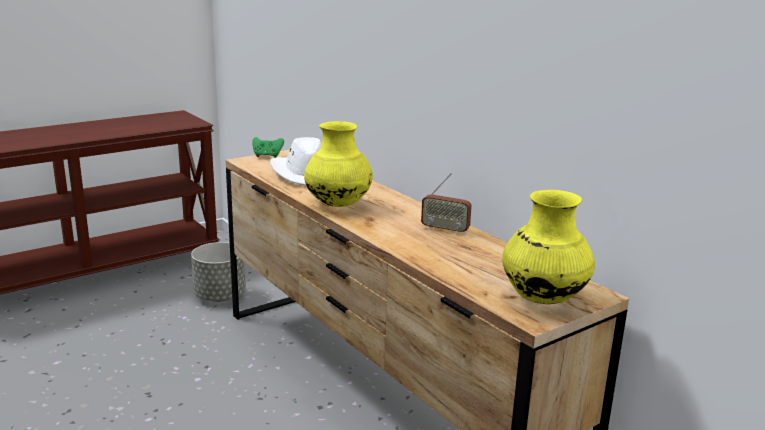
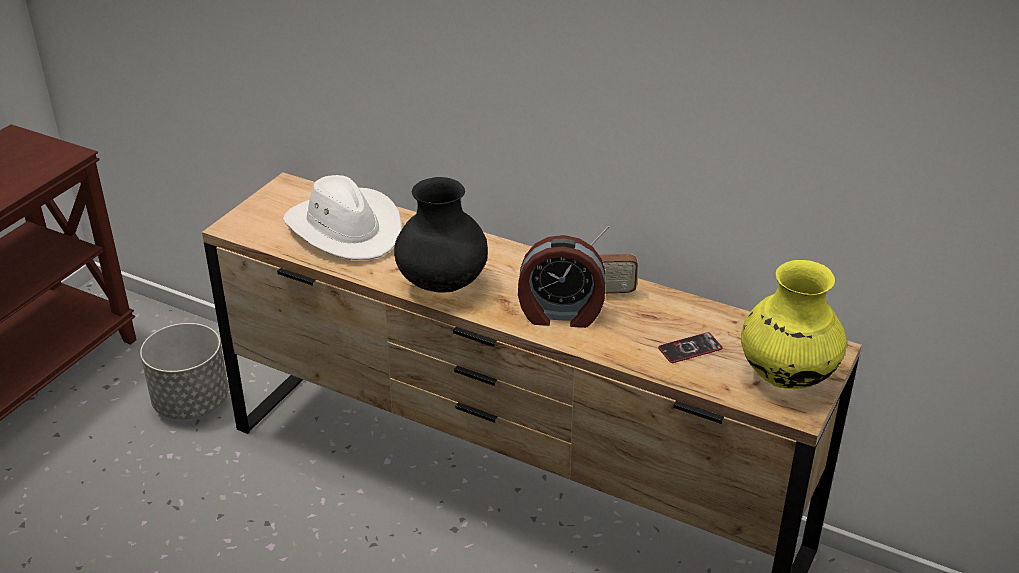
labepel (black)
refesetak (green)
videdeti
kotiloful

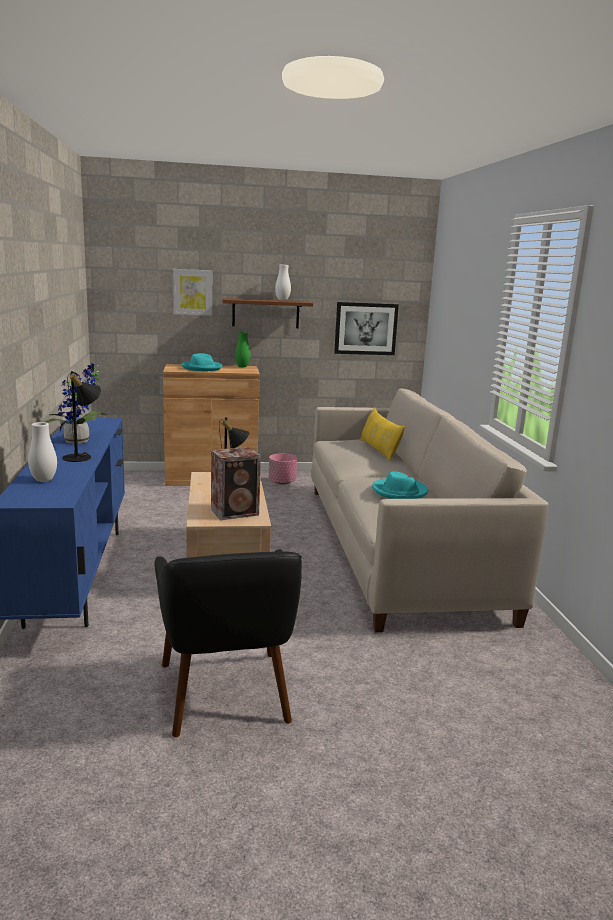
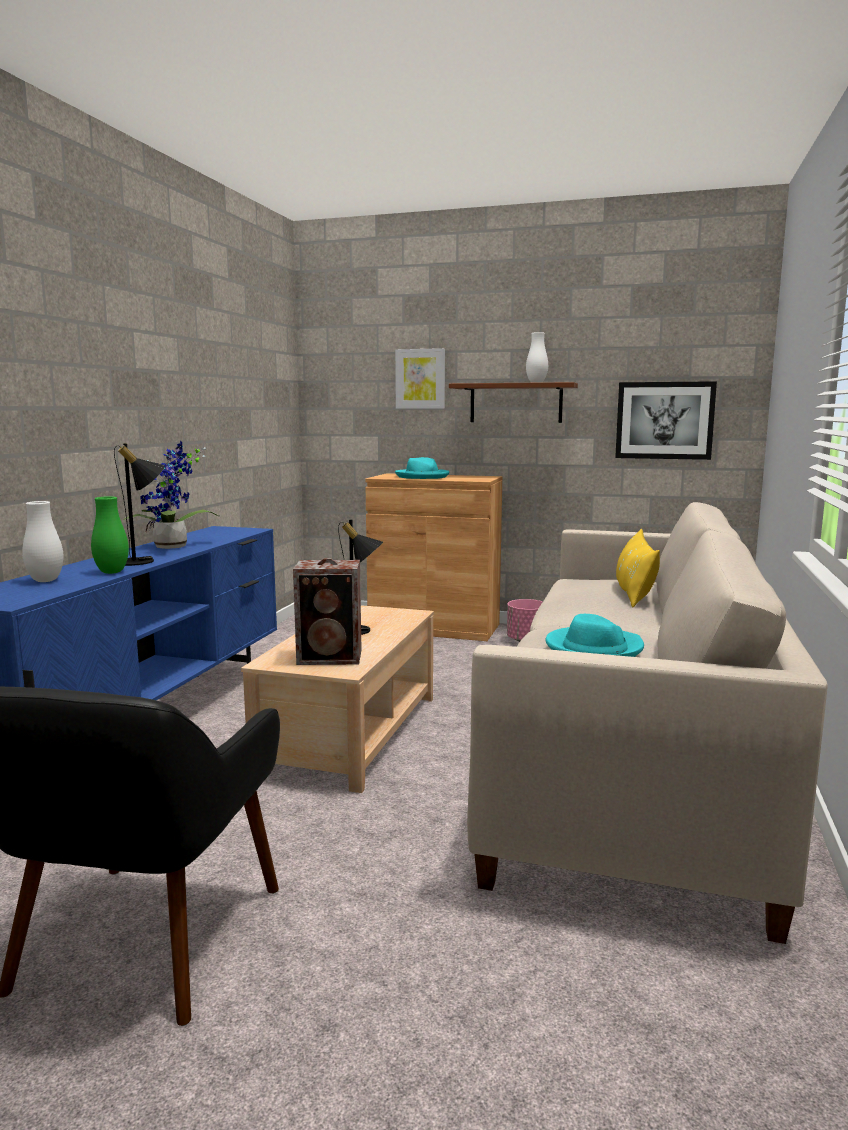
labepel (green)

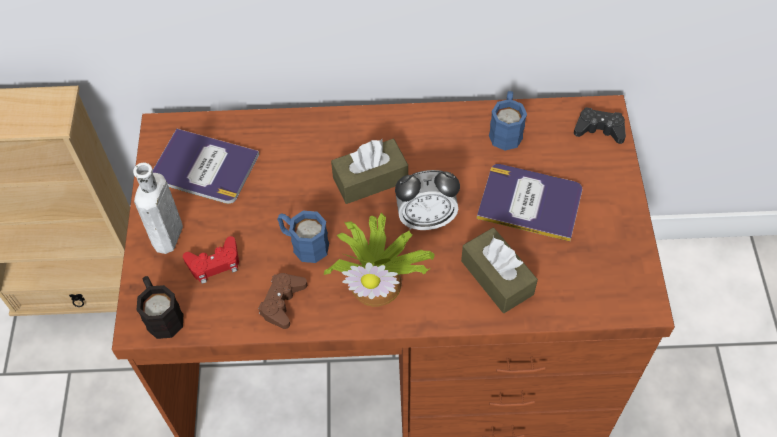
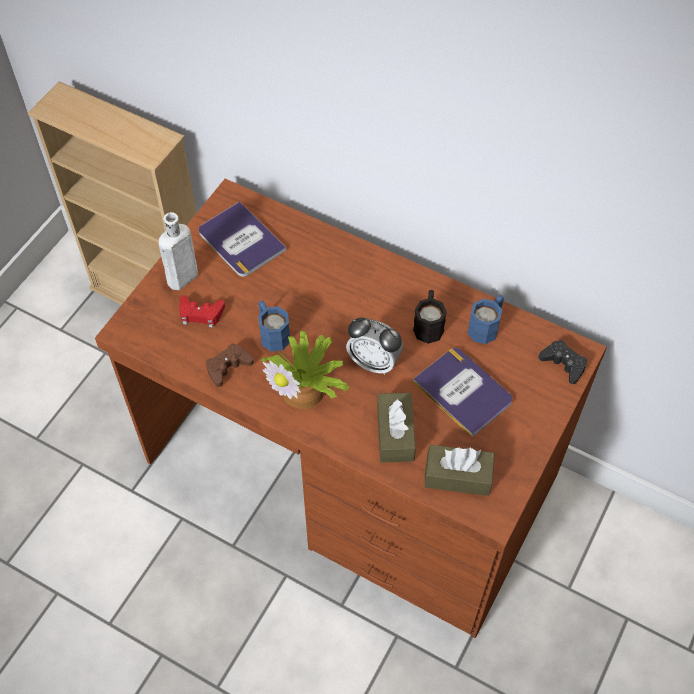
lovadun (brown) (no. 2 from left)
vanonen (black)

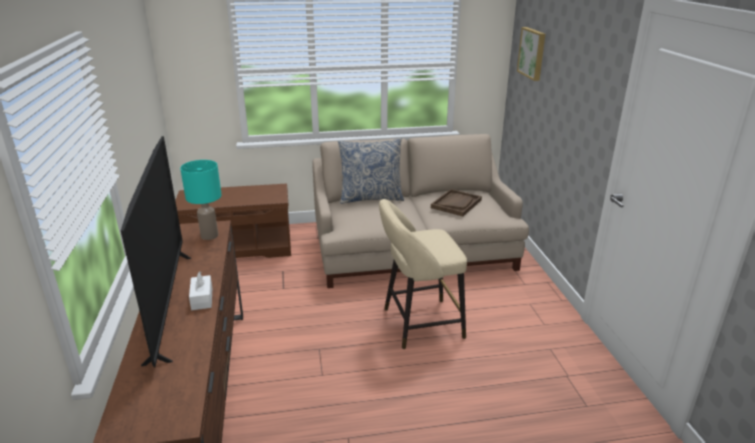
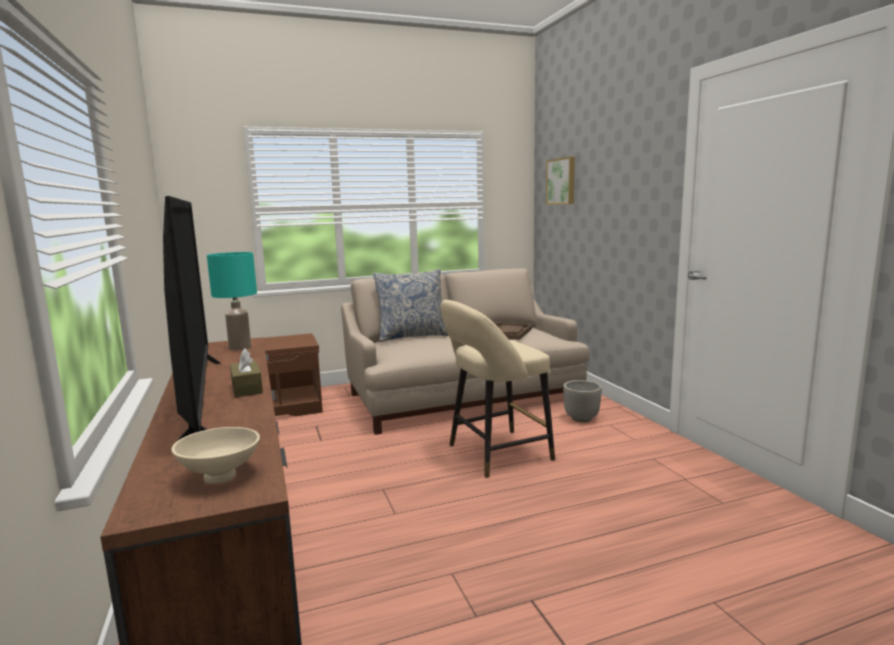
lovadun (brown)
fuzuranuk
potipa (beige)

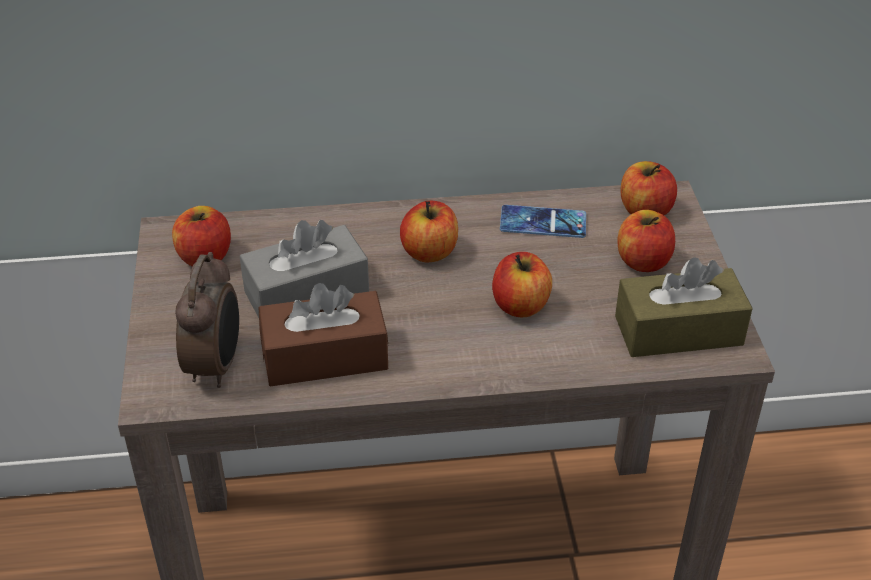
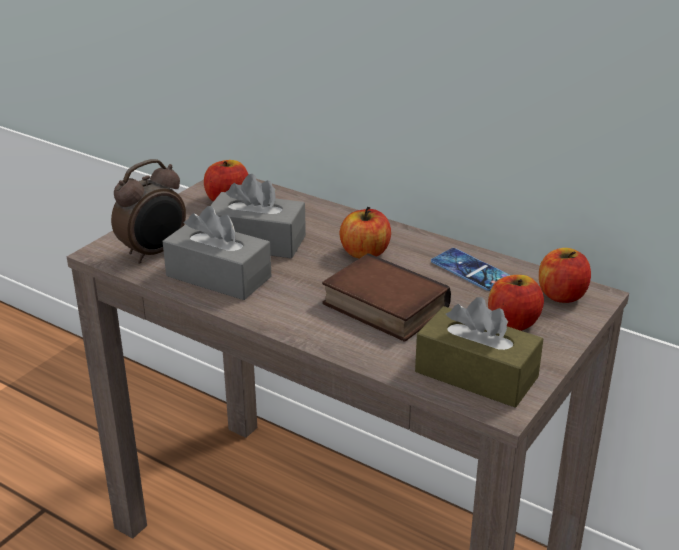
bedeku
lovadun (grey) (no. 1 from left)

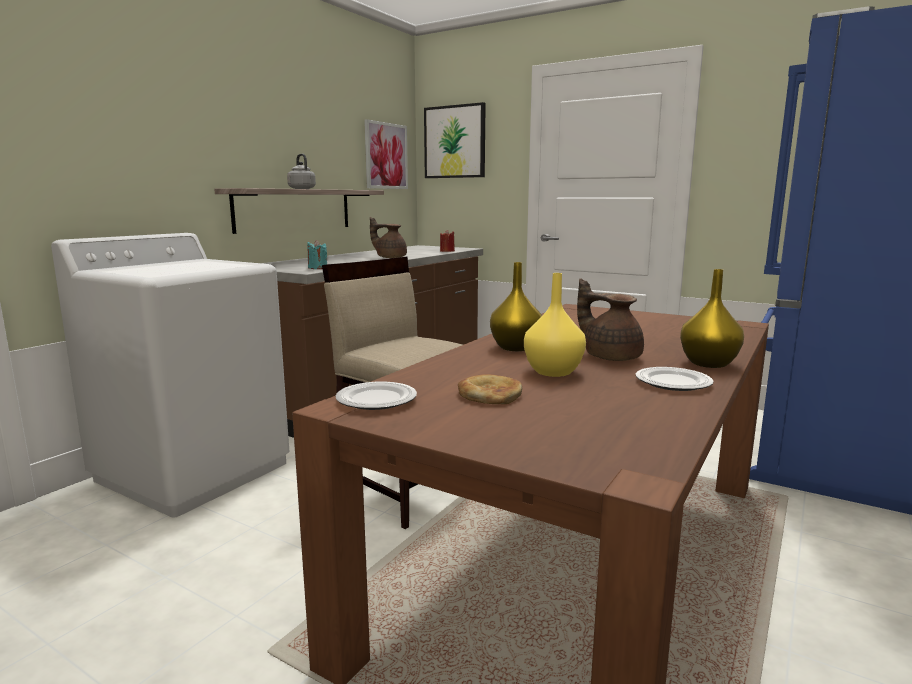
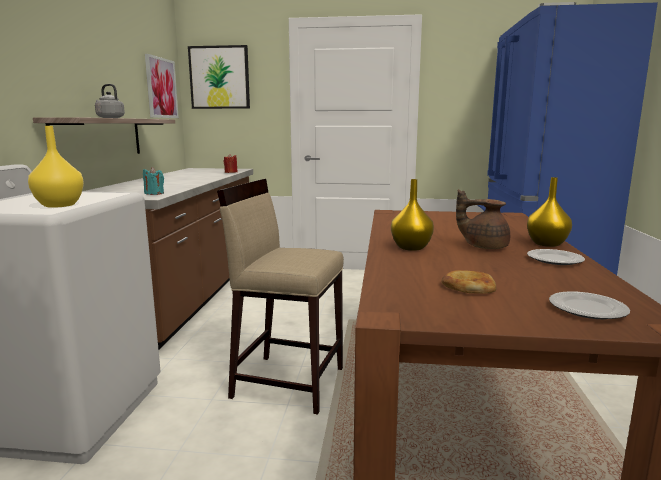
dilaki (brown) (no. 1 from left in the first image)
labepel (yellow) (no. 1 from left)
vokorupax (no. 2 from left)

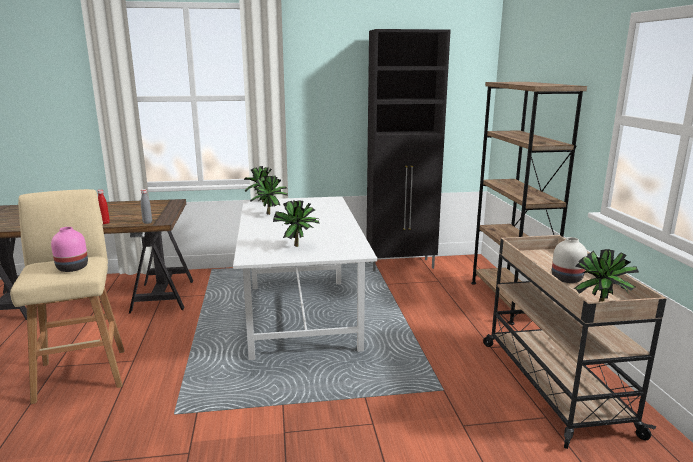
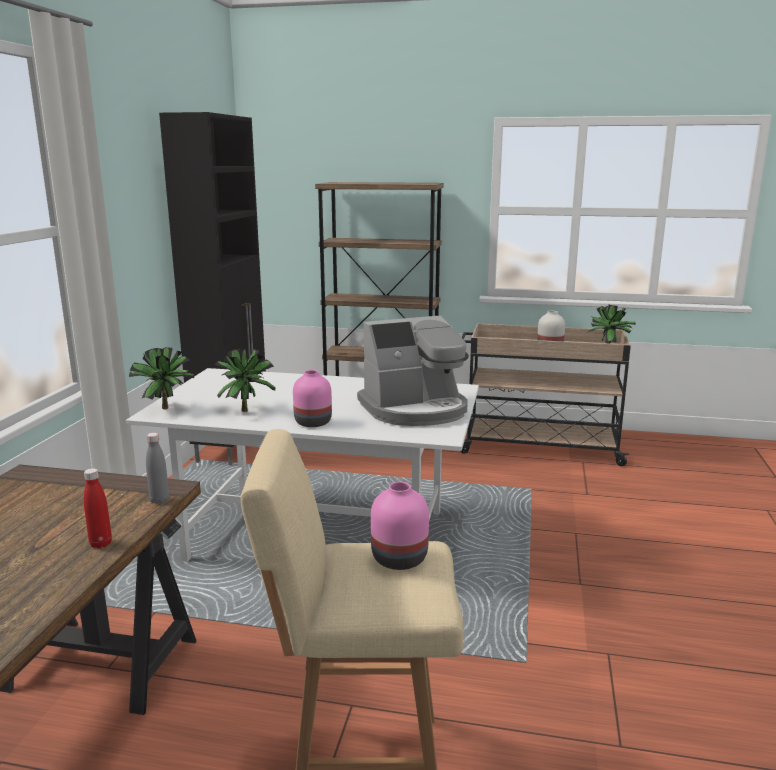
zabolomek
labepel (pink) (no. 1 from left)

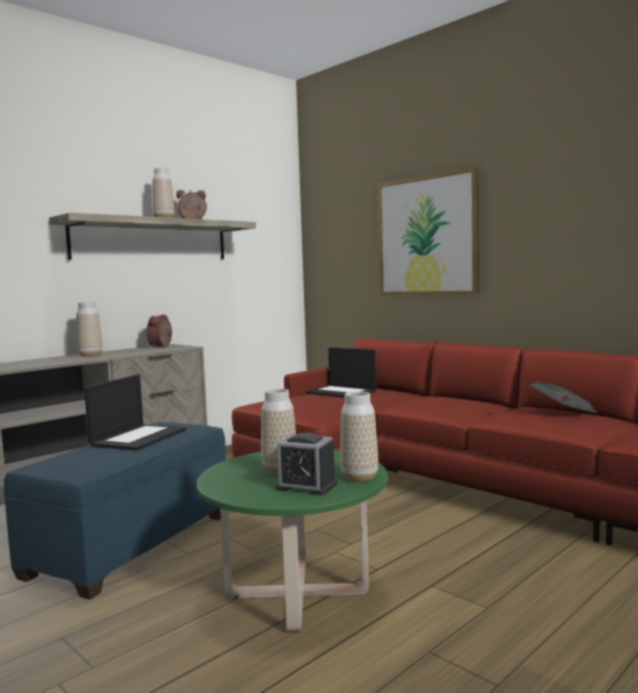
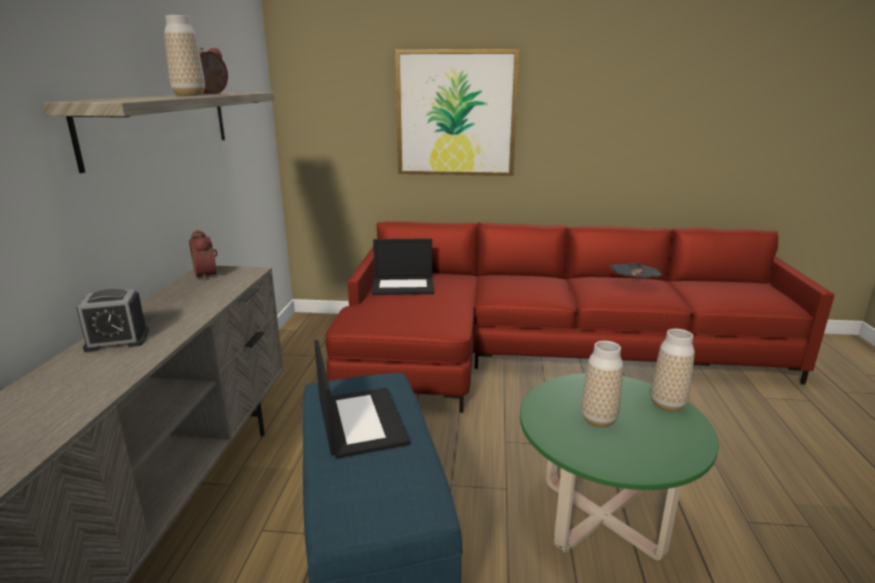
labepel (no. 1 from left in the first image)
videdeti (no. 1 from left)

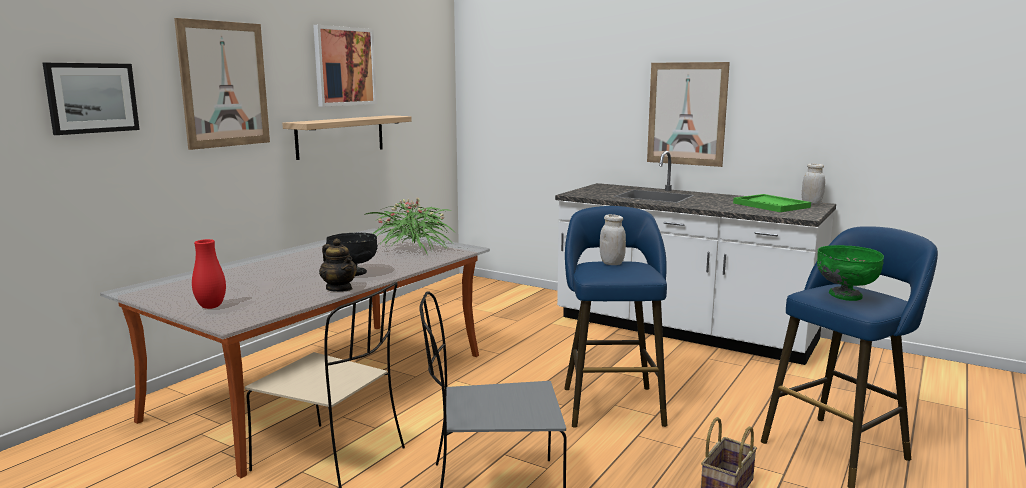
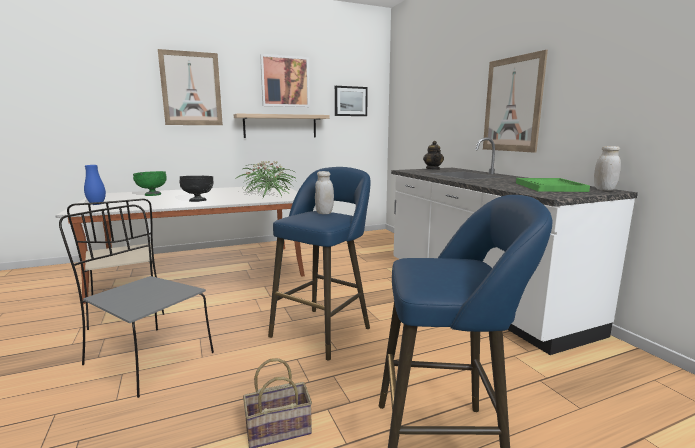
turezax (no. 3 from left)
dilaki
labepel (blue)
potipa (green)

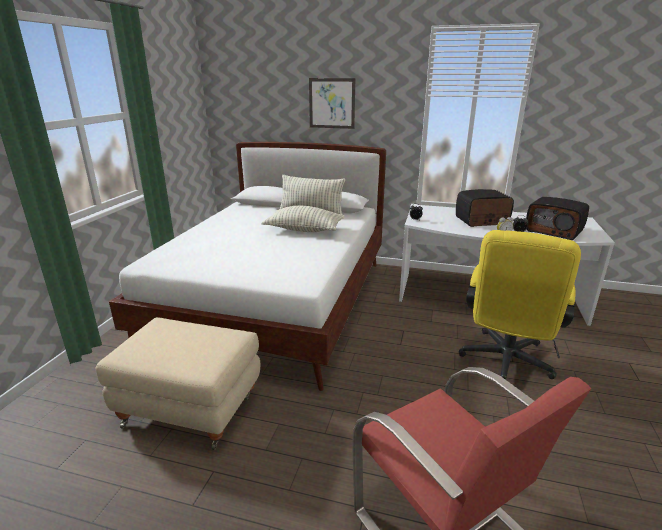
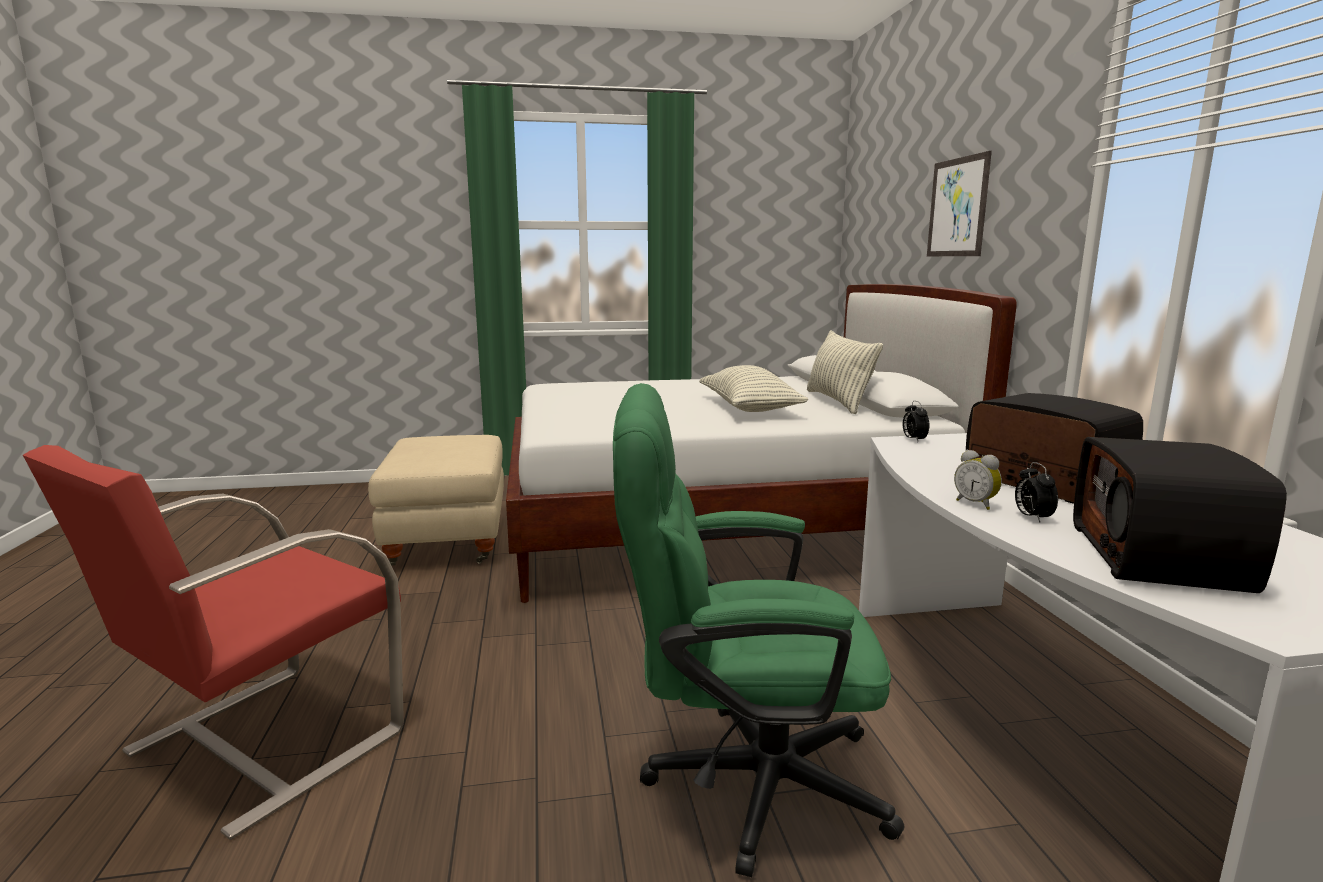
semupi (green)

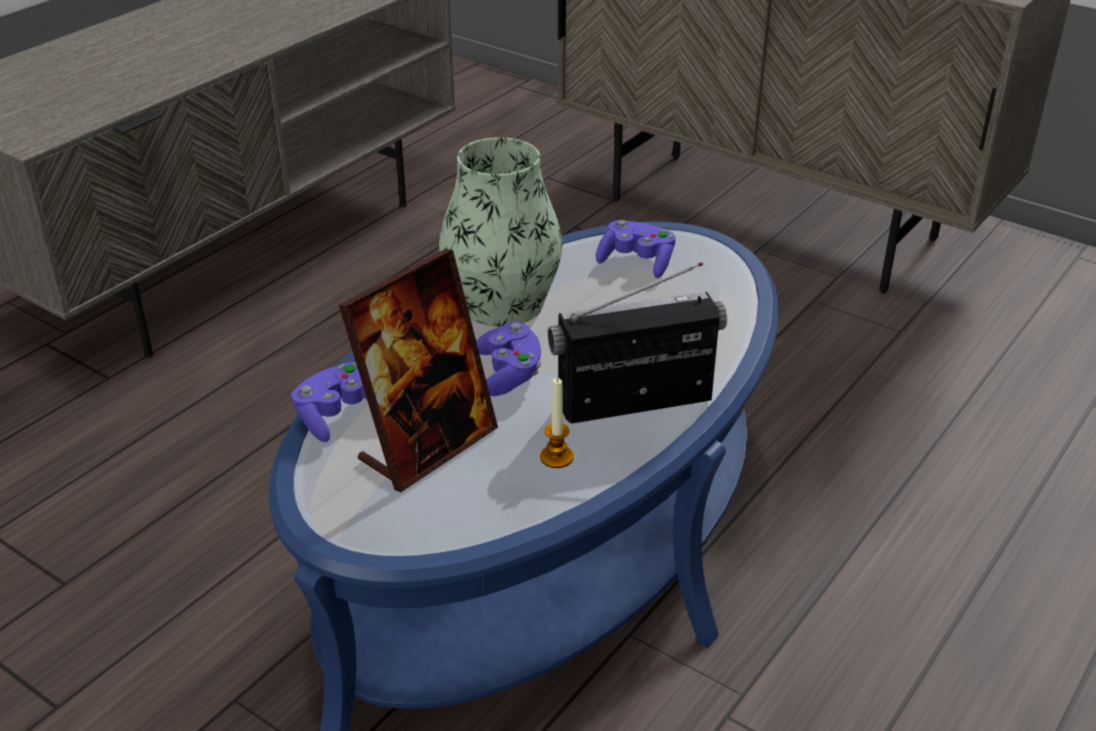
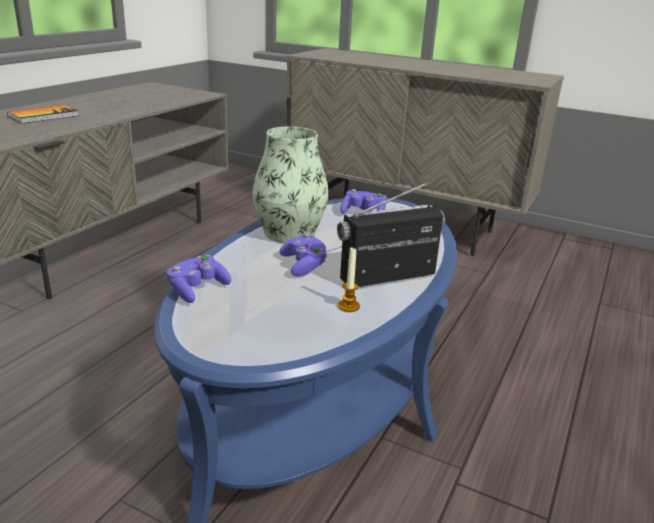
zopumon
bedeku

